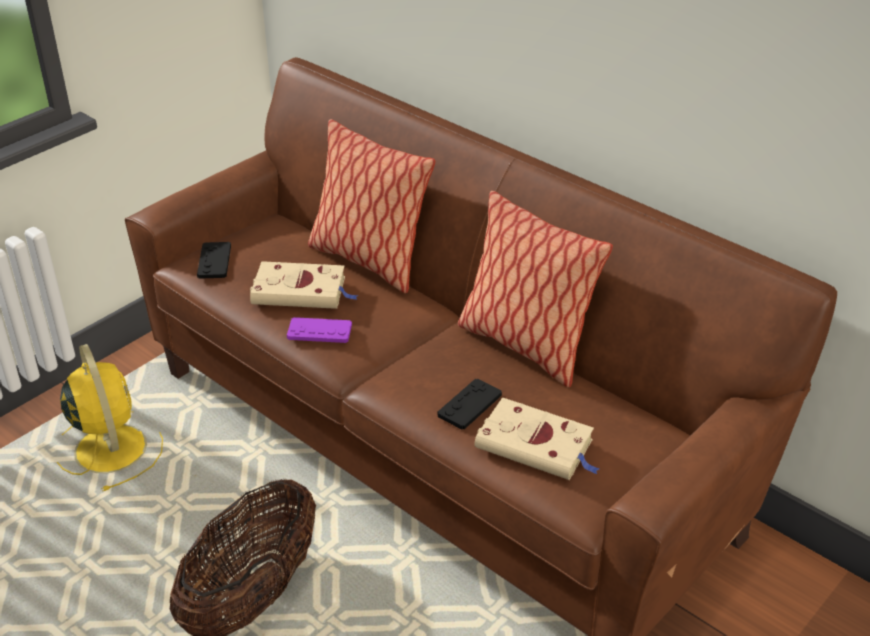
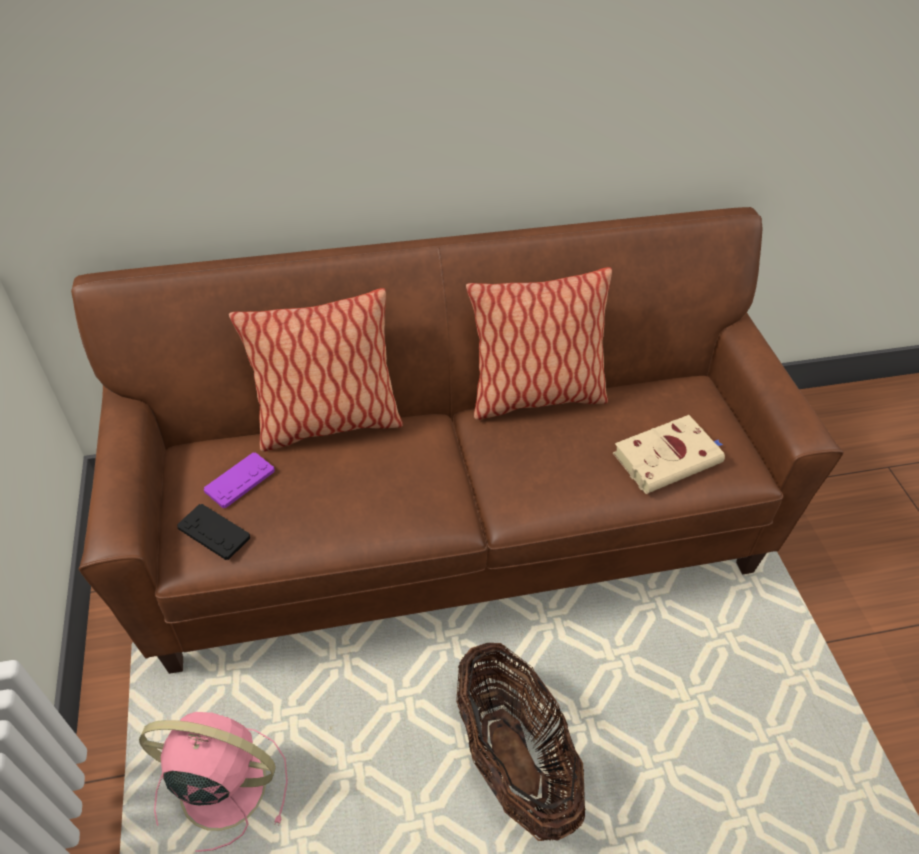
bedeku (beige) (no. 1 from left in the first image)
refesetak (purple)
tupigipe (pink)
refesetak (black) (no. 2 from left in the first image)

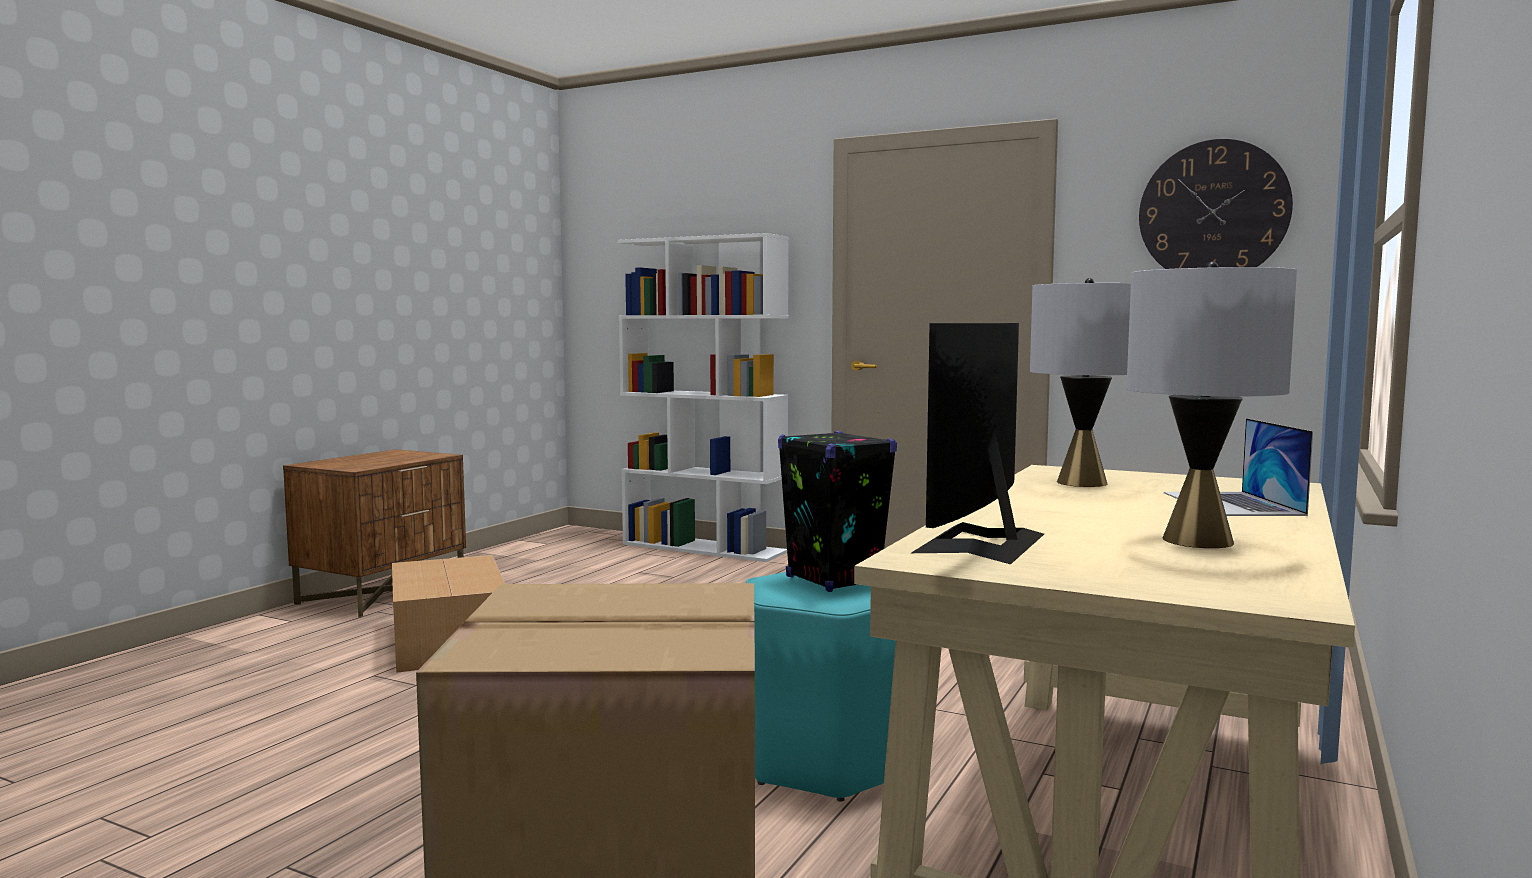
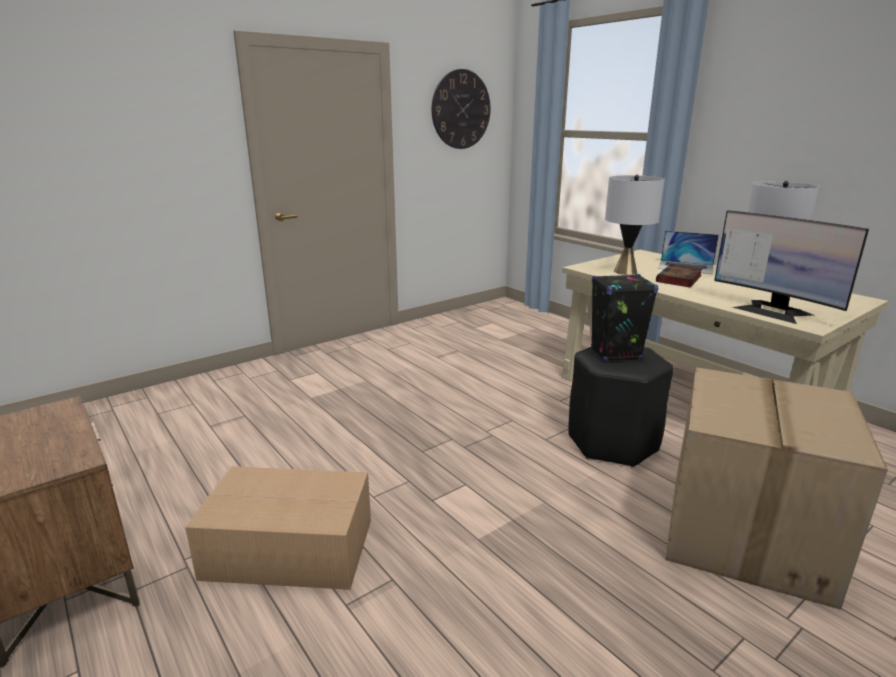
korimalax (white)
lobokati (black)
bedeku

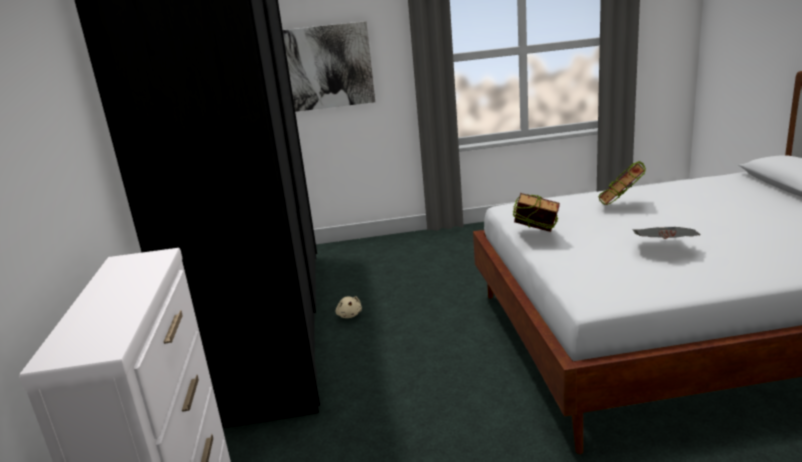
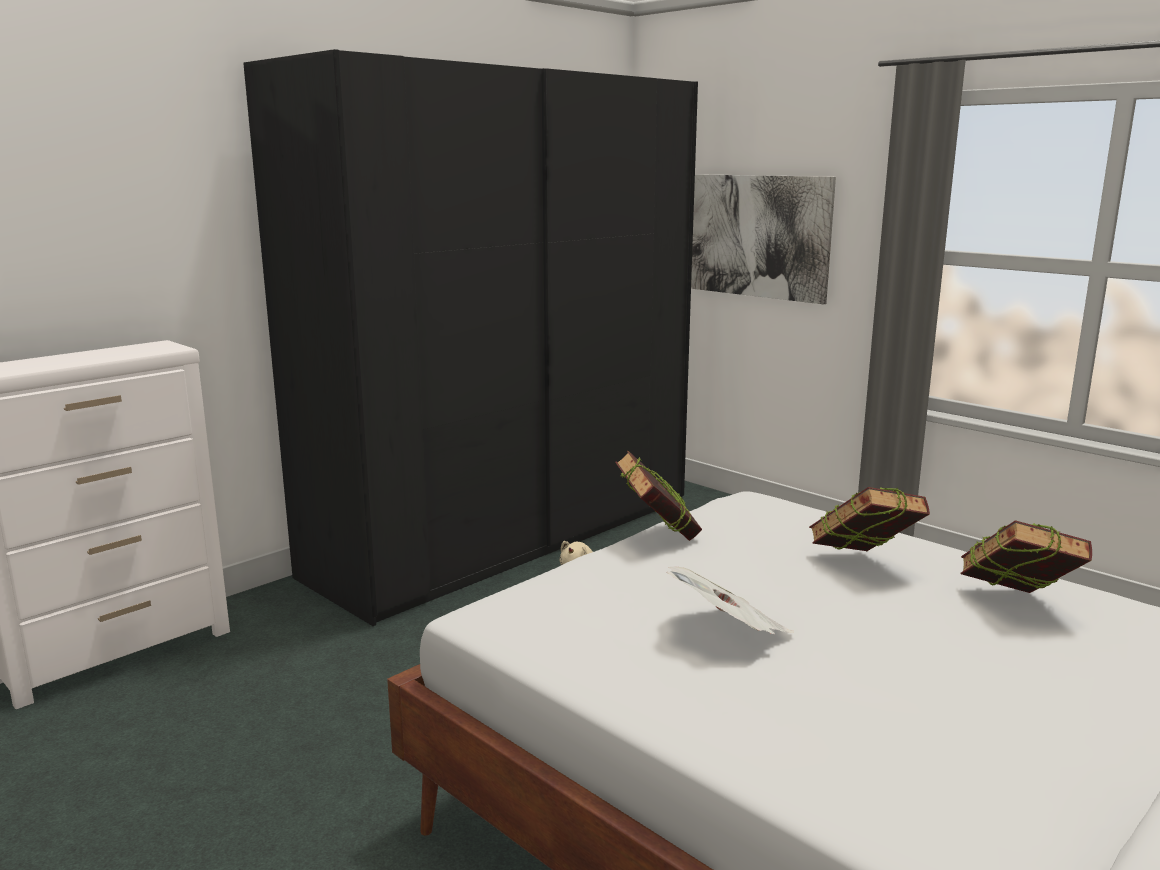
bedeku (no. 3 from left)

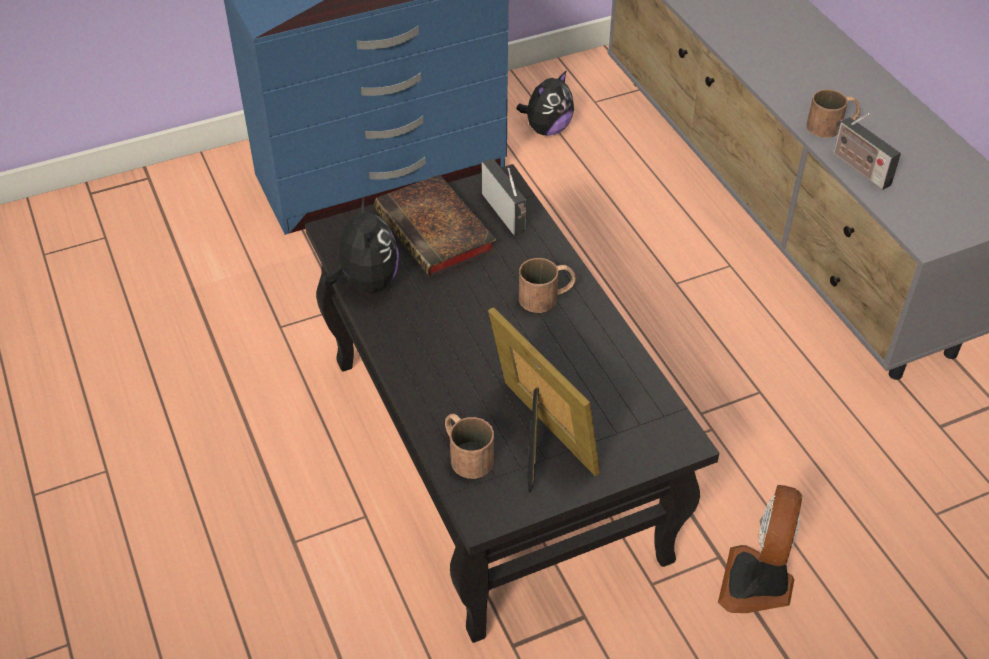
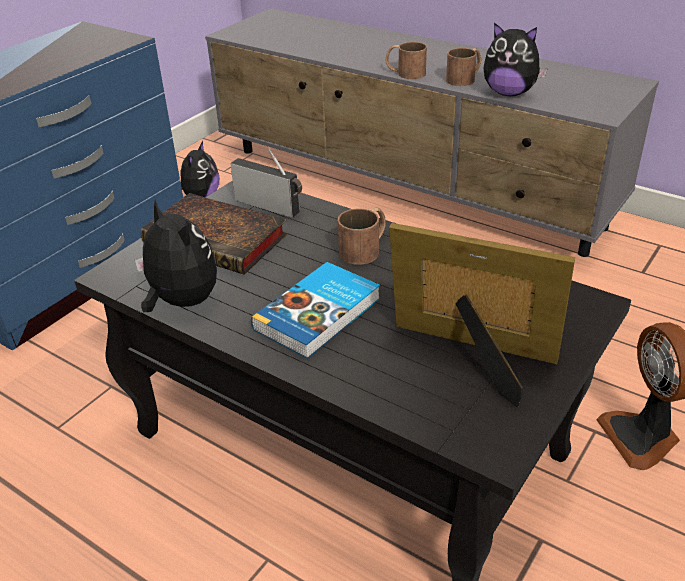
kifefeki (no. 3 from left)
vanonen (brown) (no. 2 from left)
bedeku (no. 2 from left)

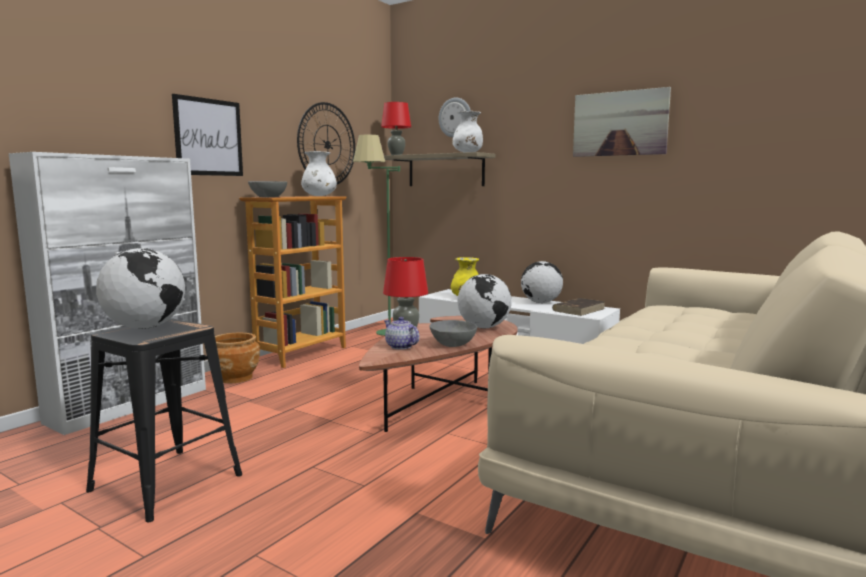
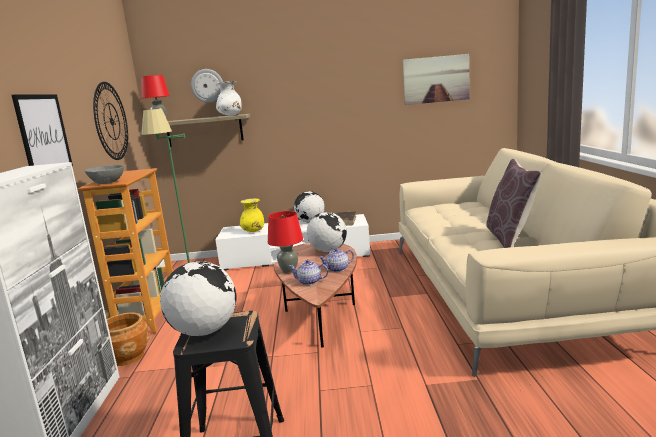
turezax (no. 2 from left)
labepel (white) (no. 1 from left in the first image)
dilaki (no. 2 from left)
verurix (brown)

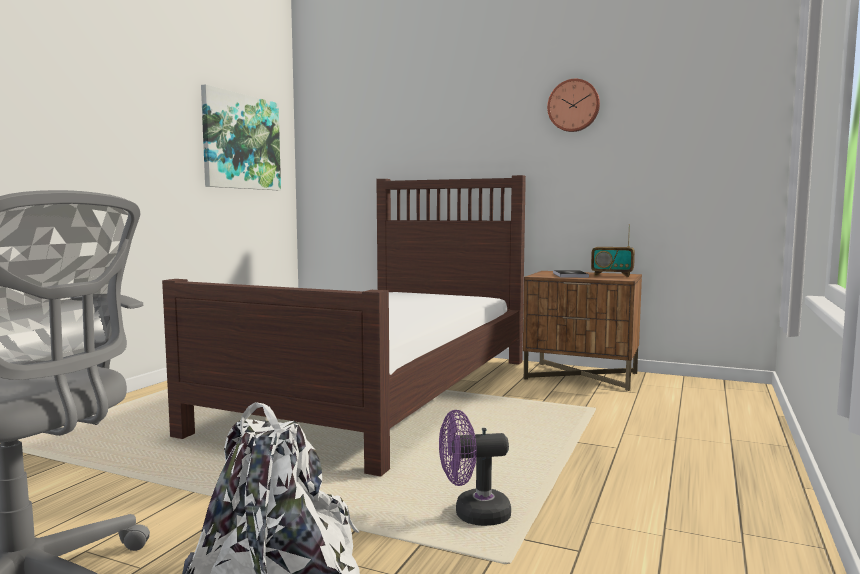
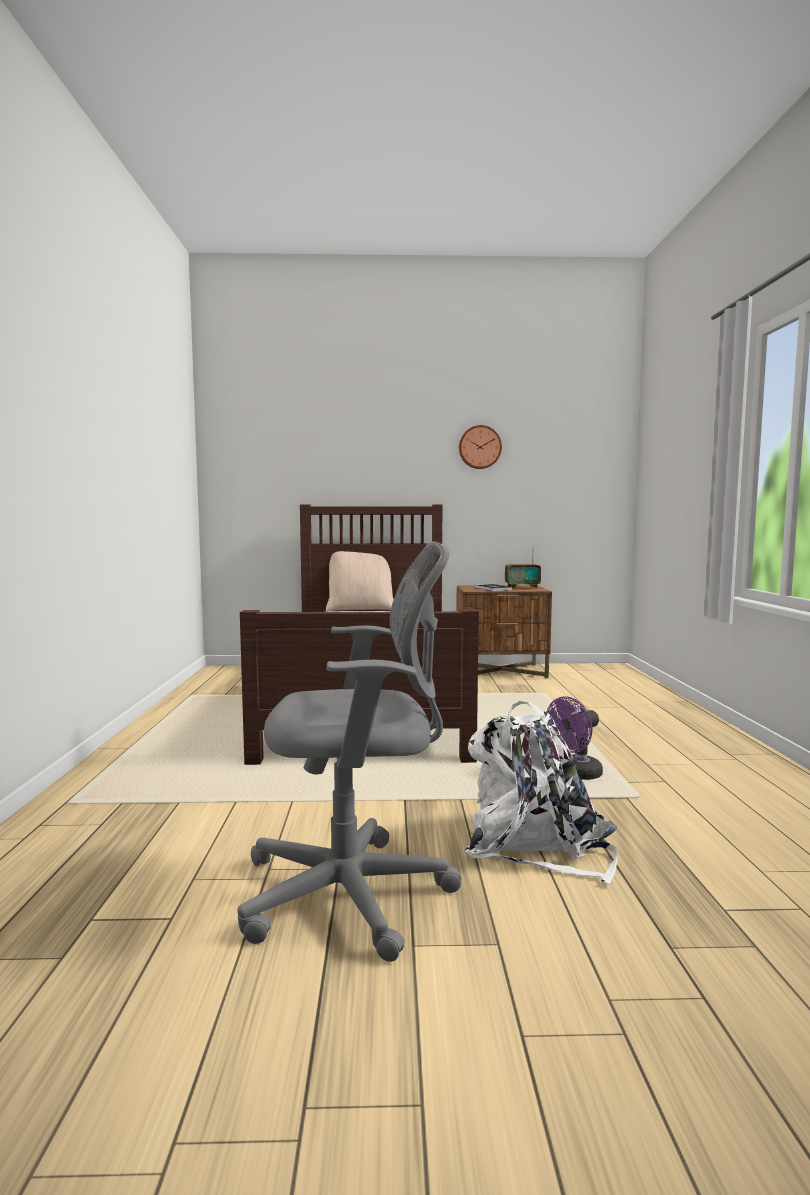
turezax
verurix (beige)

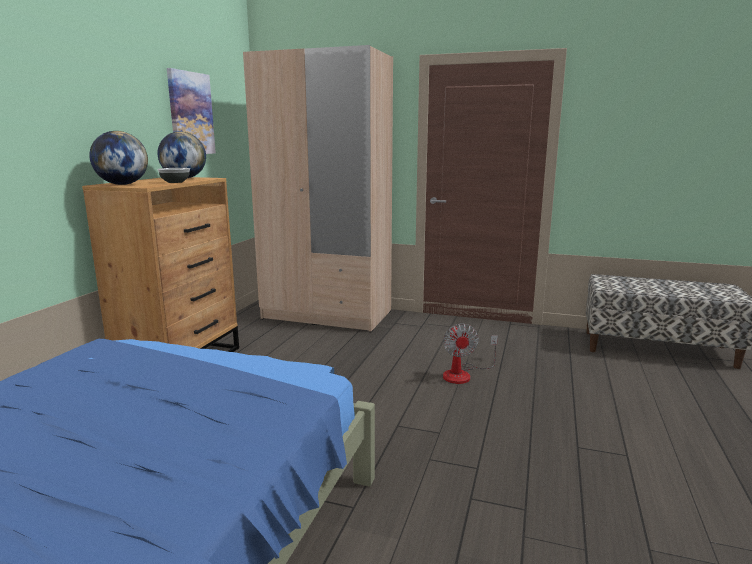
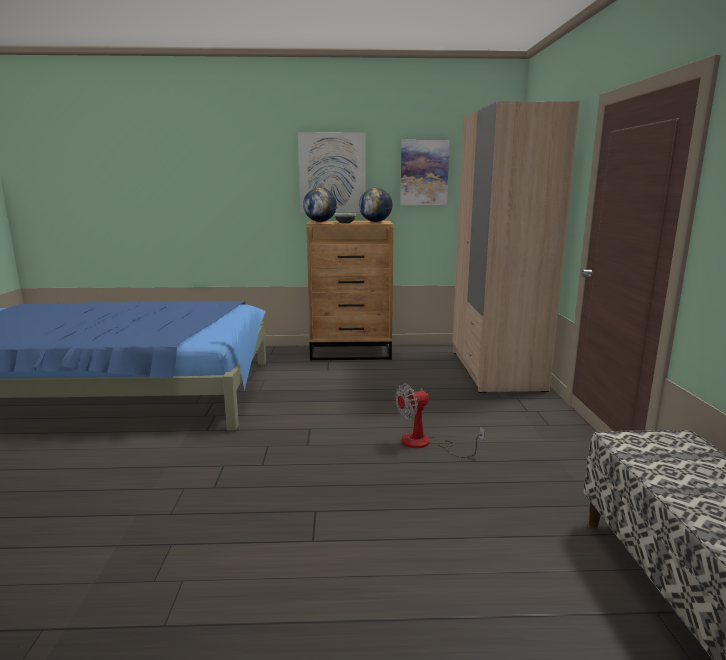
turezax (no. 1 from left)

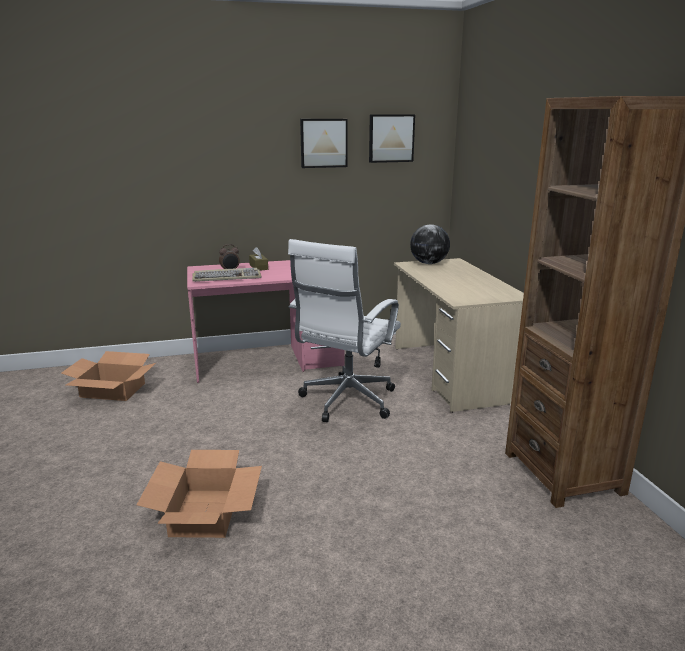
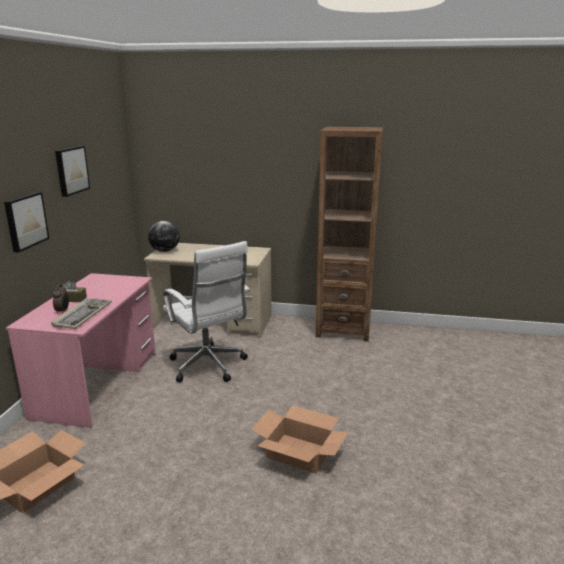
turezax (no. 1 from left)

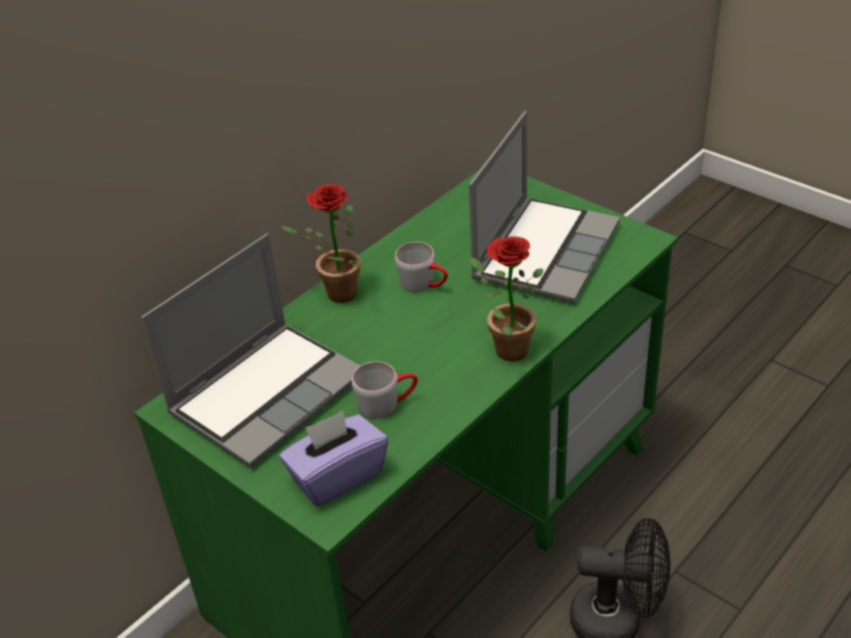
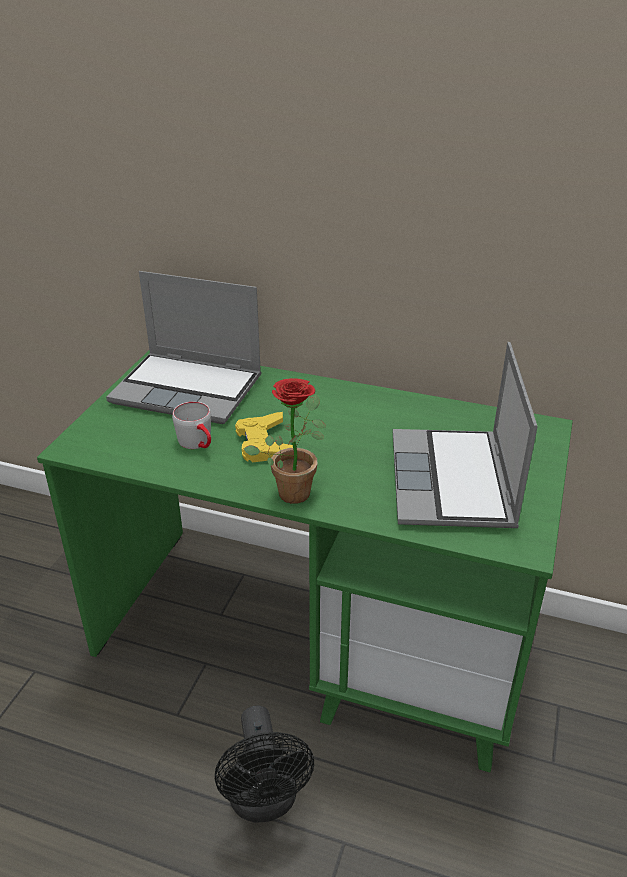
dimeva (no. 2 from left)
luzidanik (no. 1 from left in the first image)
vanonen (grey) (no. 2 from left in the first image)
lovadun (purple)
refesetak (yellow)

